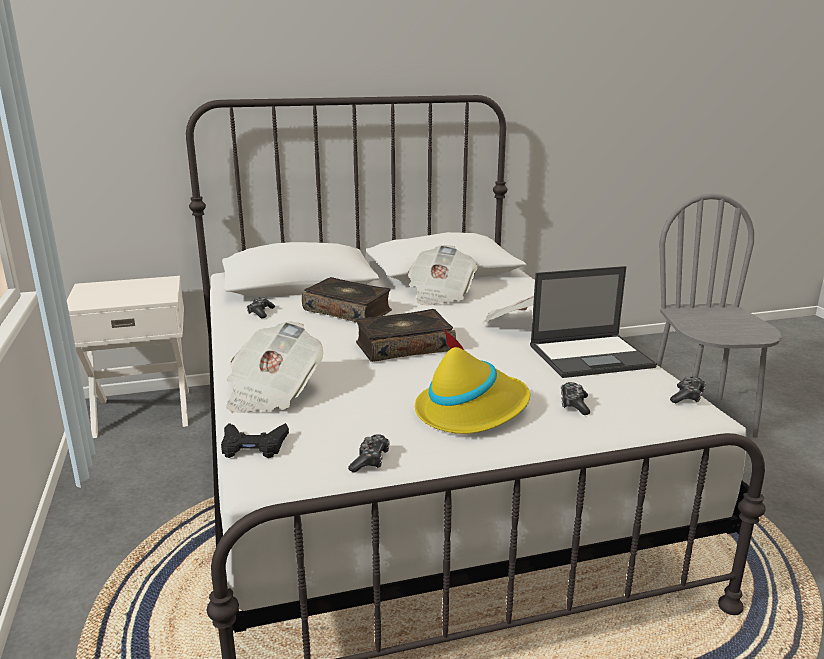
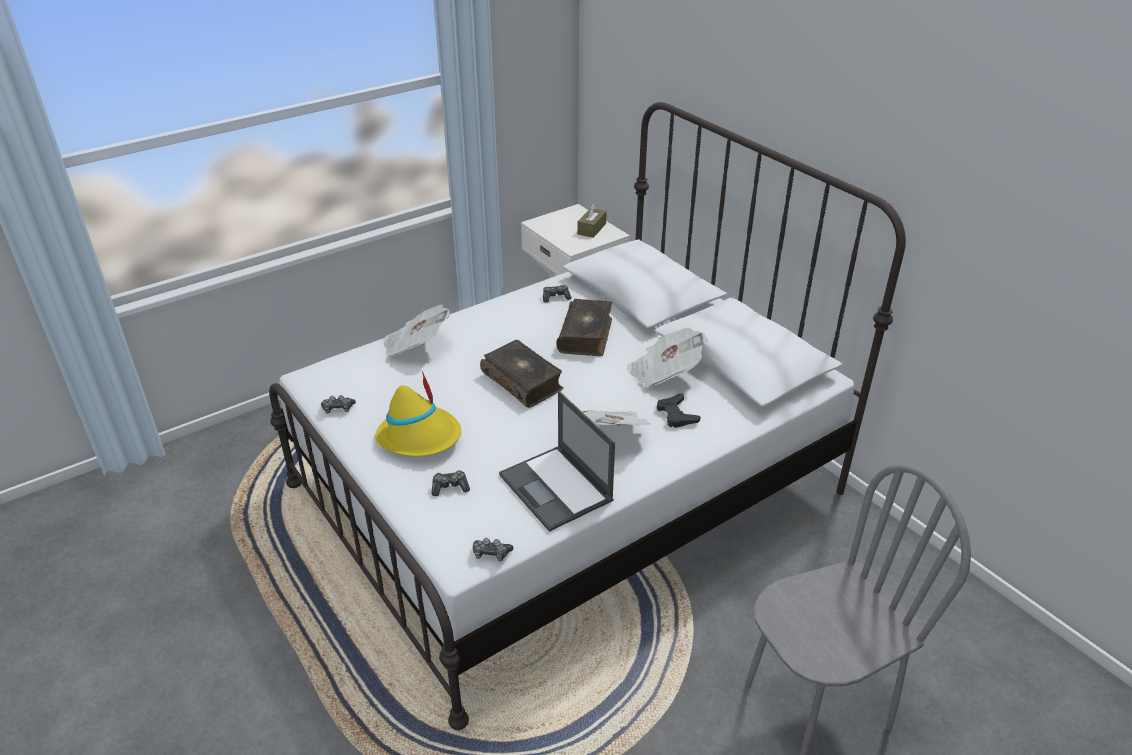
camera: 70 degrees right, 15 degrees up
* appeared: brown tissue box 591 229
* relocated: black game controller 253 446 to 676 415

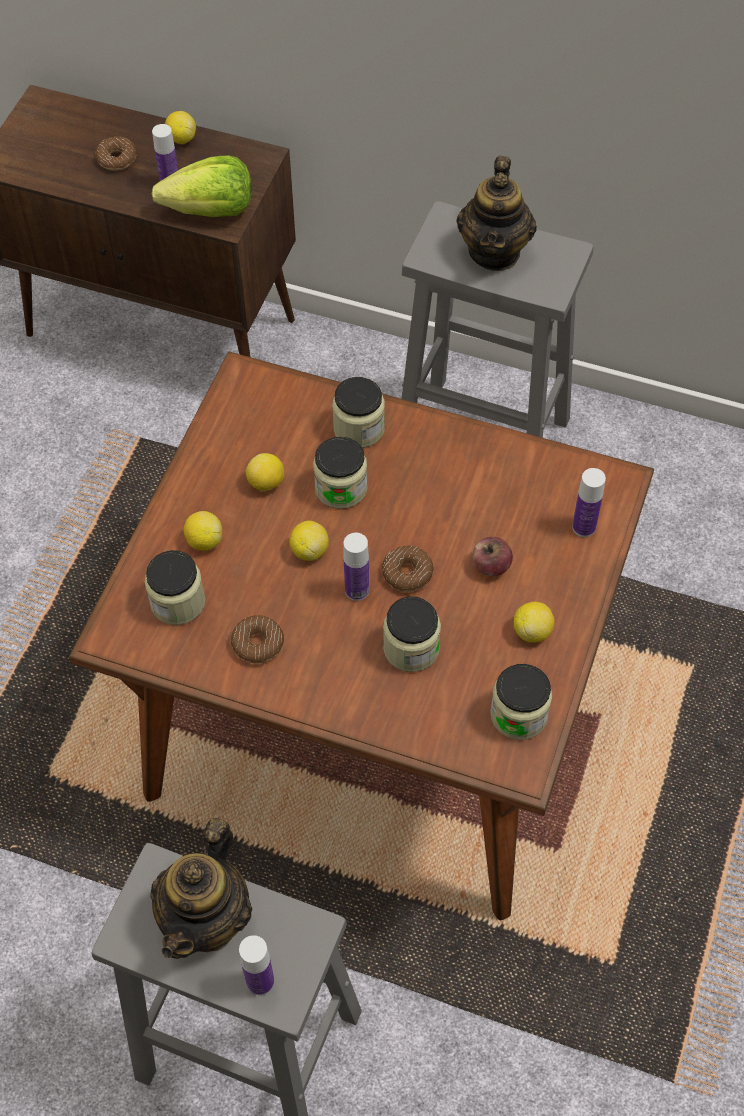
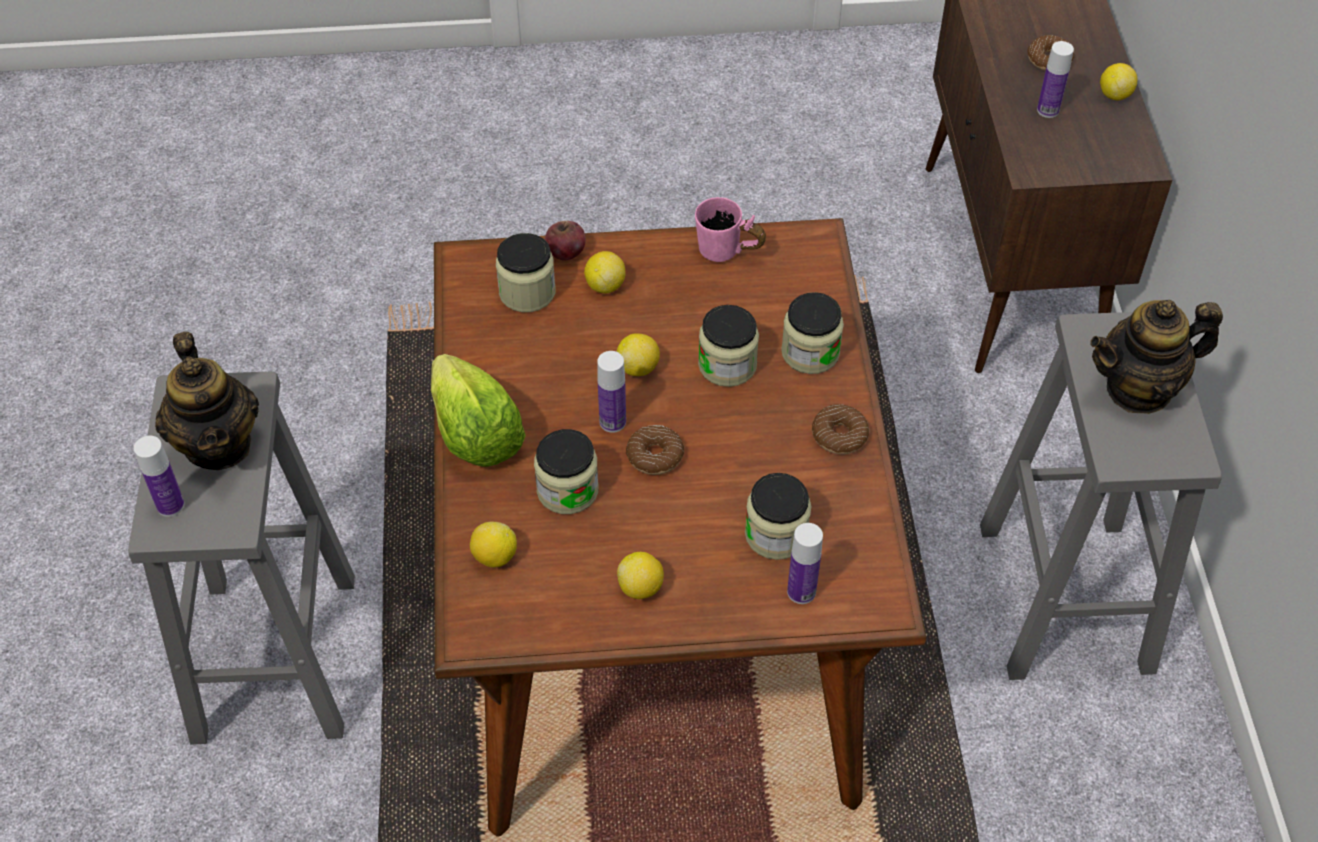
camera: 65 degrees right, 5 degrees down
* spun: teapot 207 918 = 218 444 105 degrees counterclockwise
* relocated: lettuce 211 211 to 475 434
* relocated: lemon 266 483 to 494 556
* relocated: apple 491 566 to 566 252
* appeared: pink mug 725 256
* relocated: jar 519 714 to 776 534
* relocated: donut 257 644 to 839 435

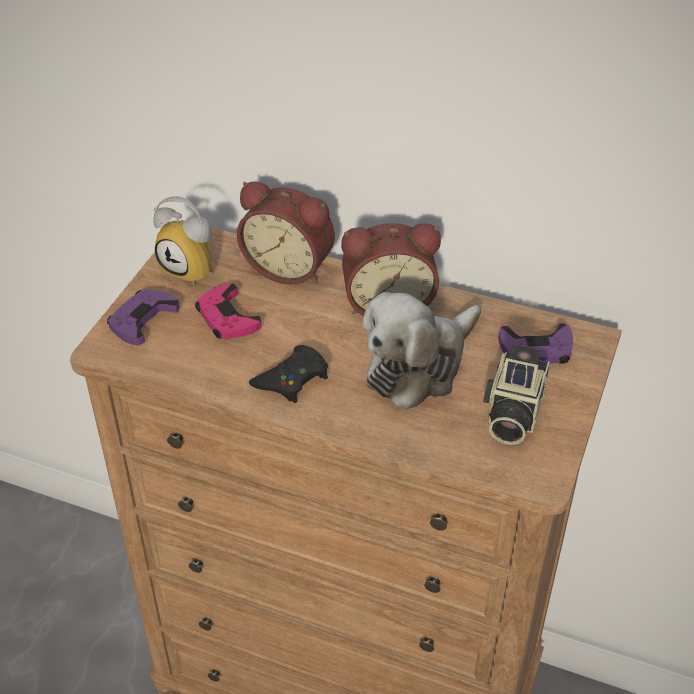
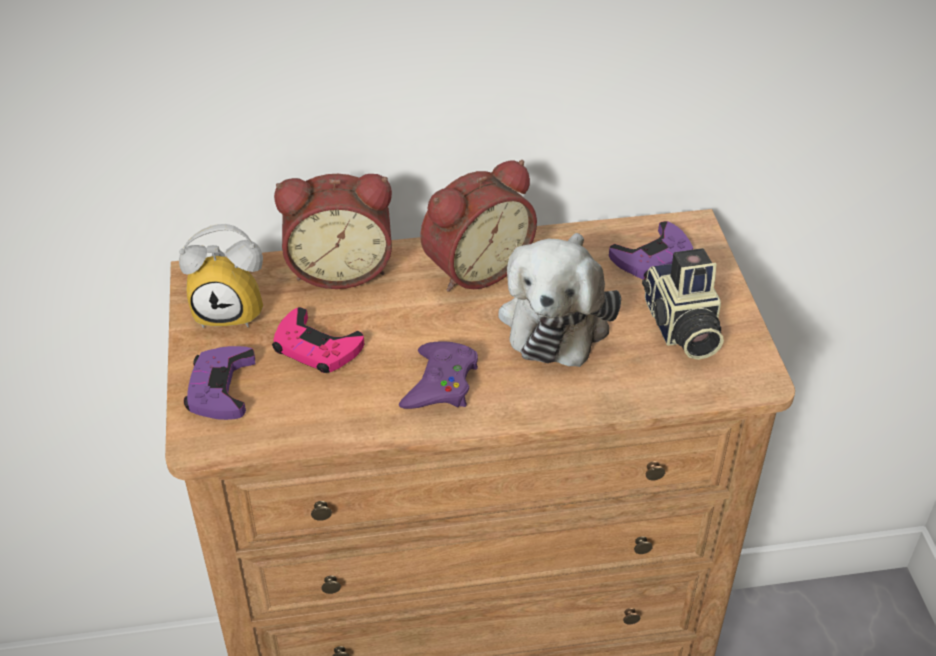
camera: 30 degrees left, 0 degrees up
* colour: black game controller 292 379 to purple game controller 440 383

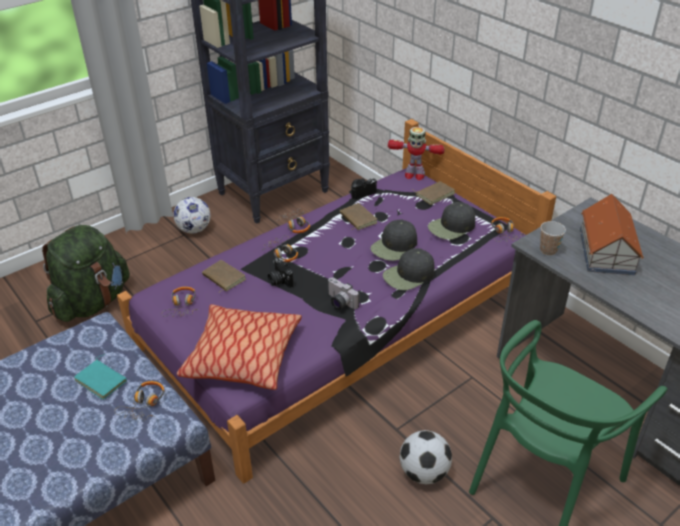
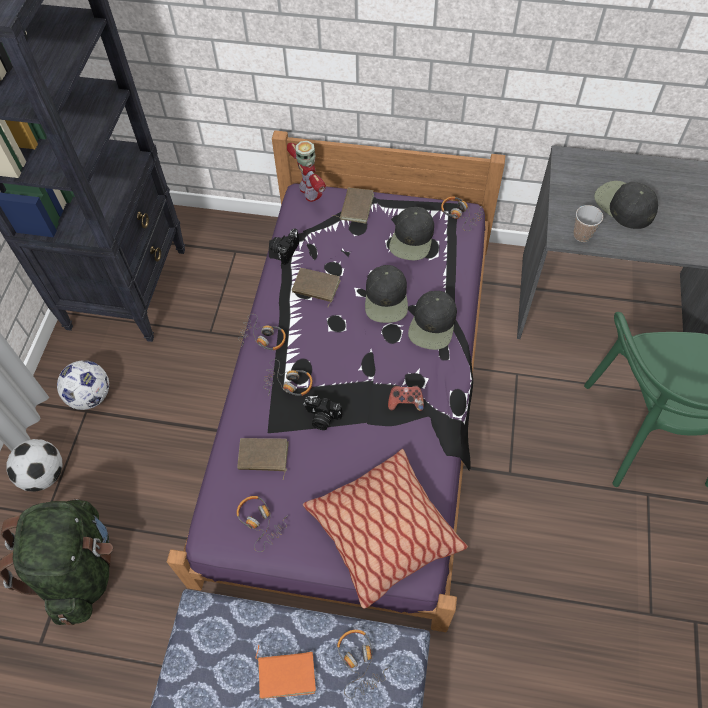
camera: 40 degrees left, 20 degrees up
* relocated: football 424 472 to 44 475
* colour: turquoise book 102 380 to orange book 287 673
* spun: toy robot 414 175 = 310 193 90 degrees counterclockwise
* exchanged: photo camera 339 303 to game controller 405 402
* exchanged: toy house 606 252 to black cap 623 205

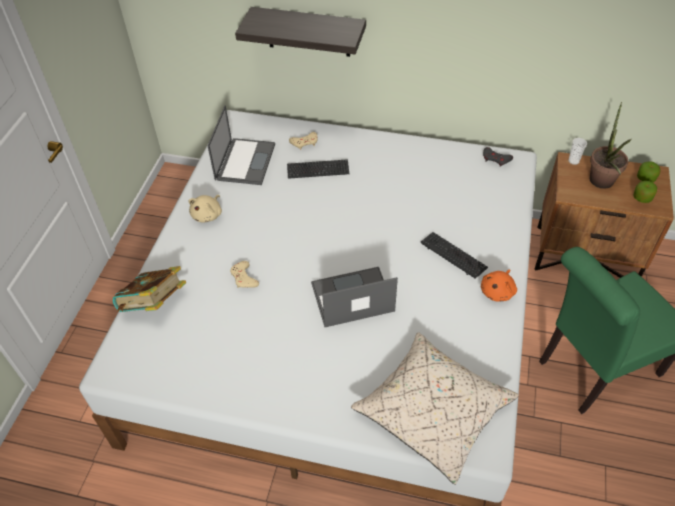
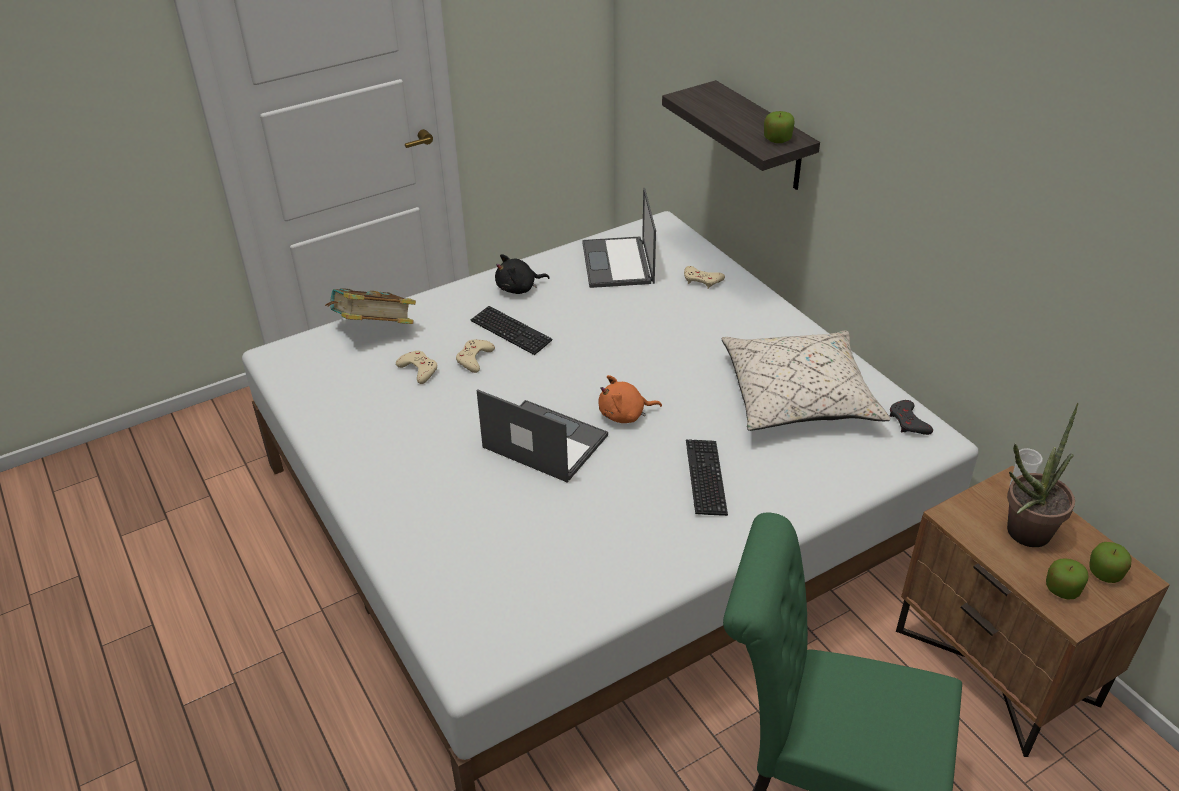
camera: 45 degrees right, 10 degrees down
* appeared: beige game controller 418 370
* relocated: keyboard 318 170 to 511 332
* colour: beige plush toy 208 215 to black plush toy 519 288
* spun: laptop 245 161 = 618 263 120 degrees clockwise
* relocated: orange plush toy 498 291 to 625 415
* relocated: beige pillow 433 411 to 798 396
* appeared: apple 777 139

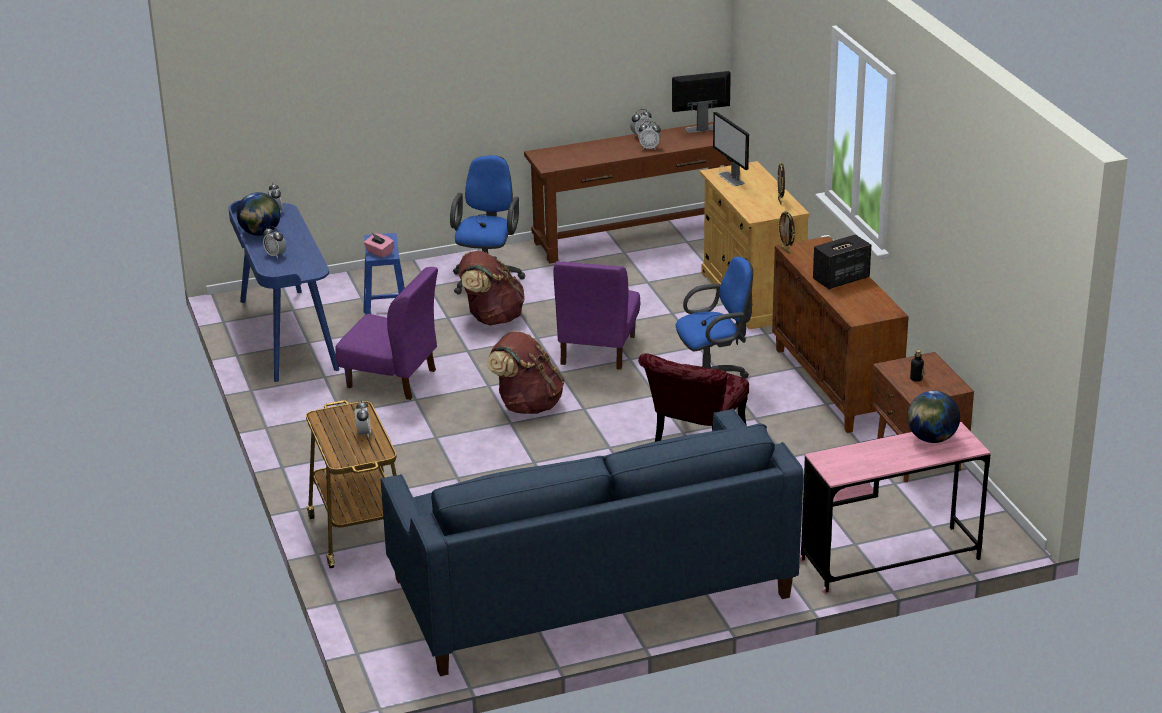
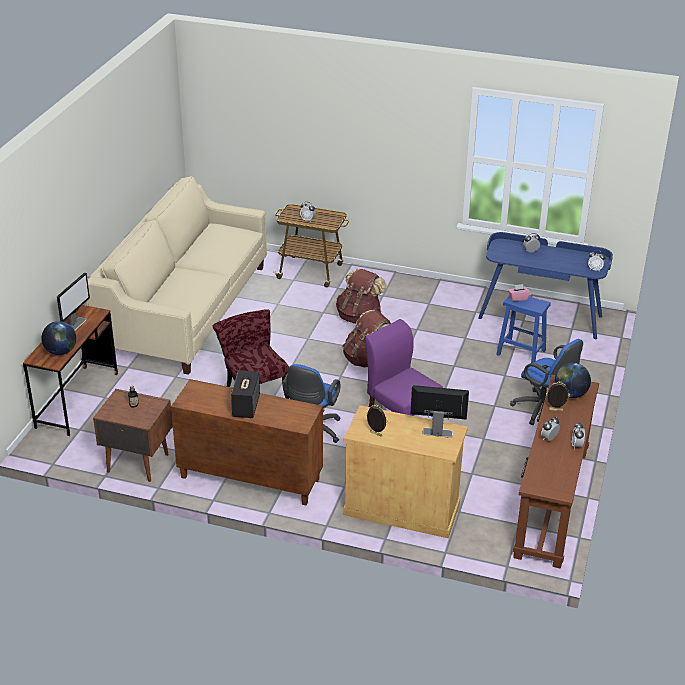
camera: 125 degrees right, 5 degrees up
* colour: pink desk 890 560 to brown desk 77 400
* relocated: monitor 701 129 to 76 324
* colour: blue sofa 590 587 to beige sofa 185 310
* relocated: brown backpack 491 318 to 359 317
* relocated: picture frame 786 250 to 555 410
* relocated: globe 260 233 to 570 394
* missing: purple chair 392 379

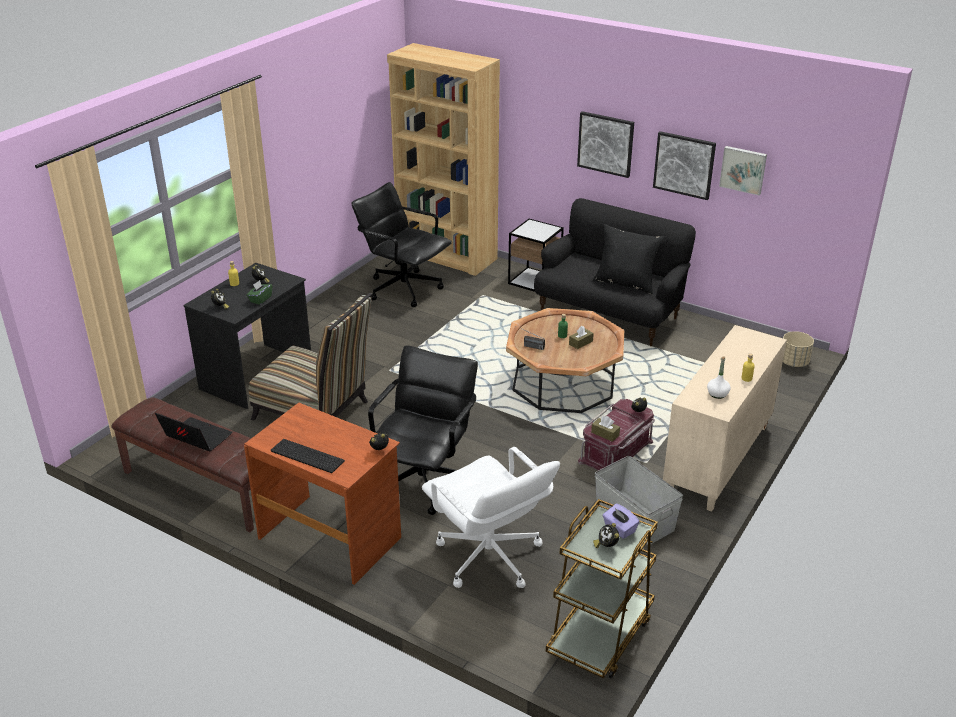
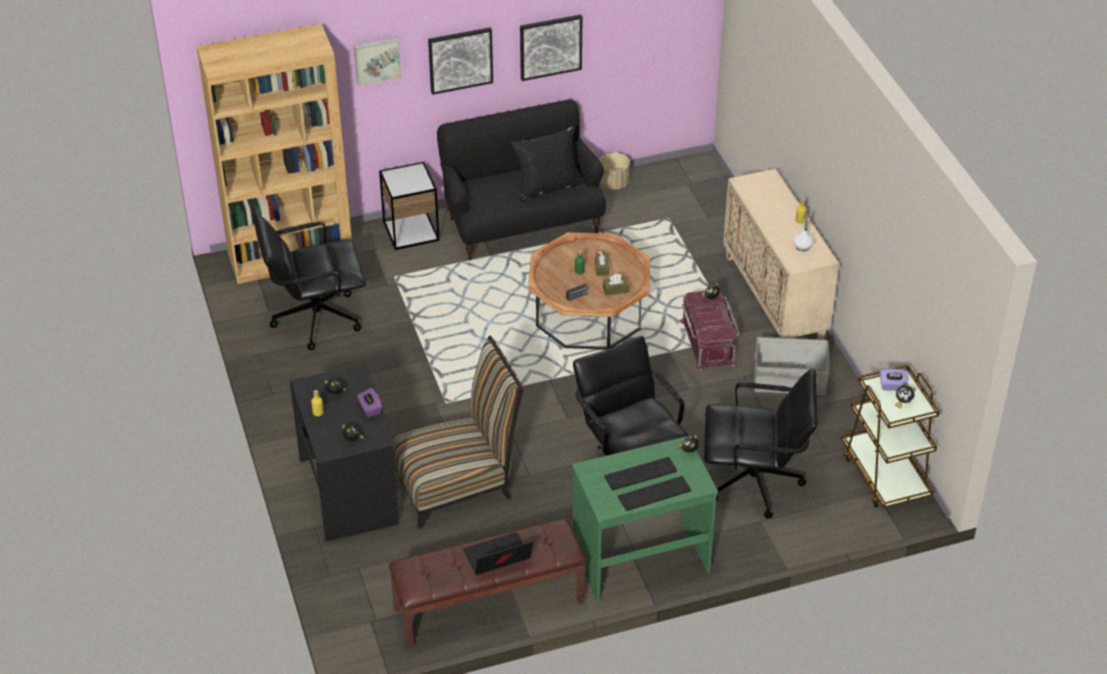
camera: 50 degrees left, 10 degrees up
* relocated: picture 743 169 to 377 60
* colour: green tissue box 260 299 to purple tissue box 370 409
* colour: brown desk 331 537 to green desk 640 557
* relocated: beige planter 794 362 to 614 183
* relocated: brown tissue box 605 434 to 615 290
* appeared: keyboard 640 475
* colour: white office chair 489 558 to black office chair 754 483

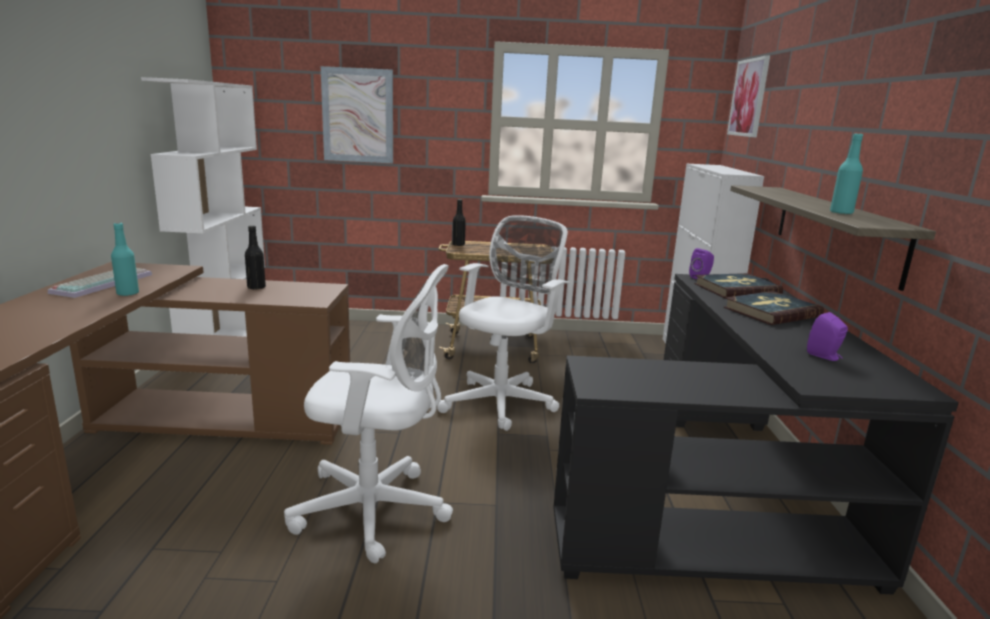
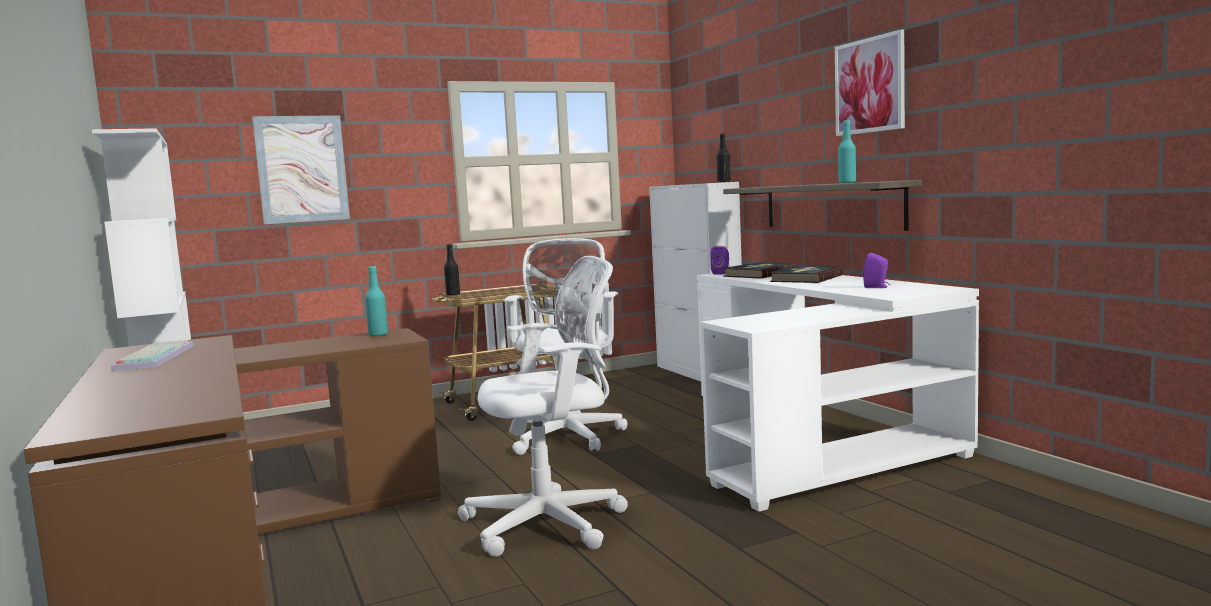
camera: 25 degrees left, 10 degrees down
* relocated: turquoise bottle 128 293 to 378 335
* colour: black desk 726 491 to white desk 816 439
* relocated: black bottle 256 287 to 724 182
* relocated: picture 748 98 to 869 85

